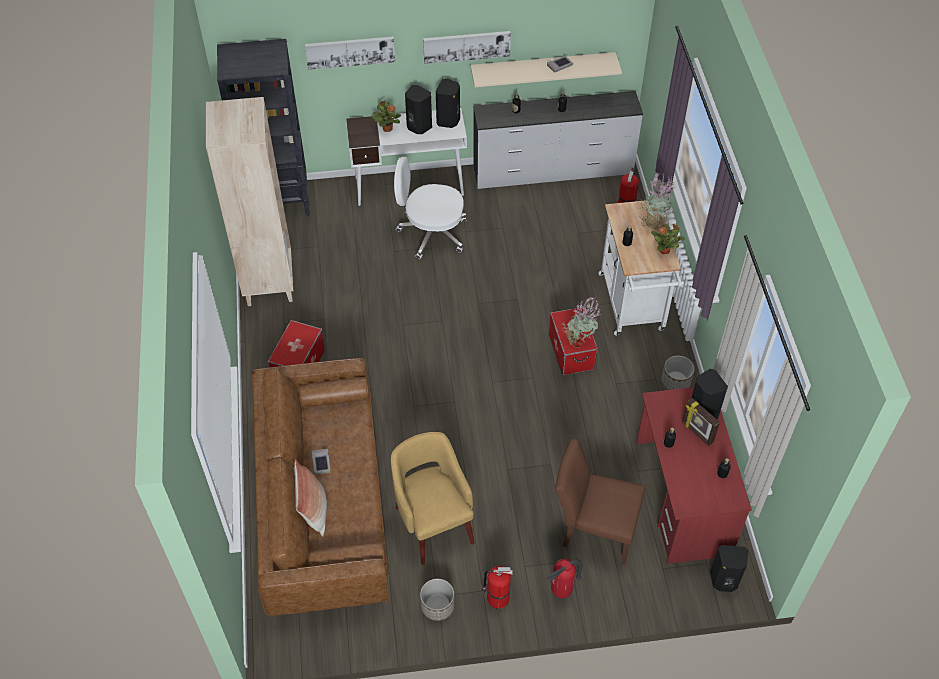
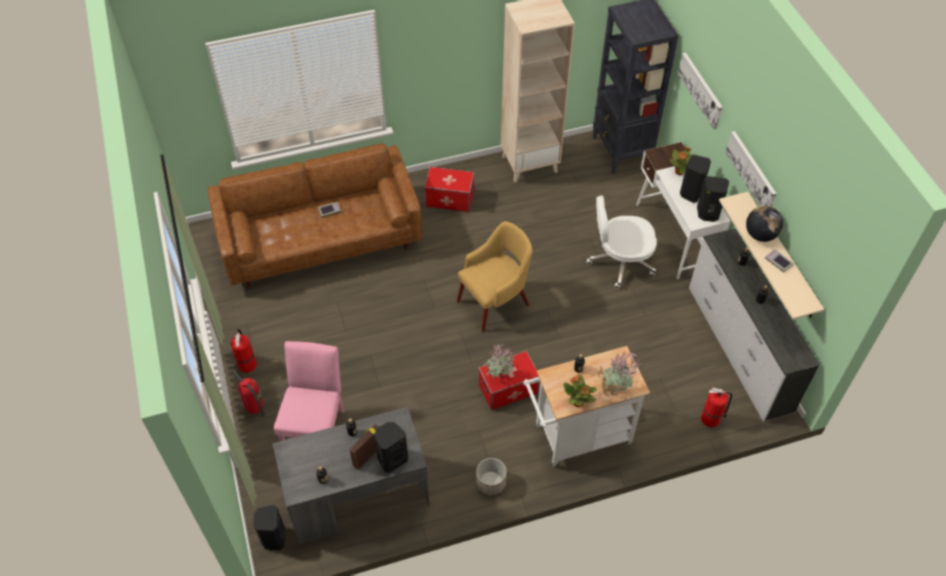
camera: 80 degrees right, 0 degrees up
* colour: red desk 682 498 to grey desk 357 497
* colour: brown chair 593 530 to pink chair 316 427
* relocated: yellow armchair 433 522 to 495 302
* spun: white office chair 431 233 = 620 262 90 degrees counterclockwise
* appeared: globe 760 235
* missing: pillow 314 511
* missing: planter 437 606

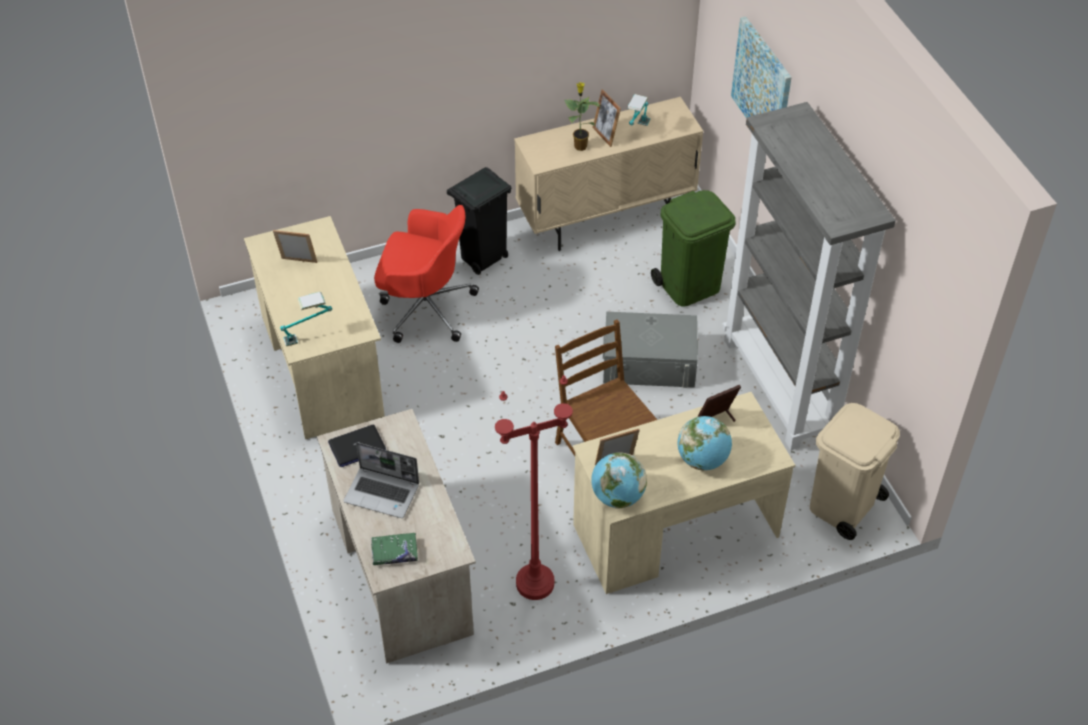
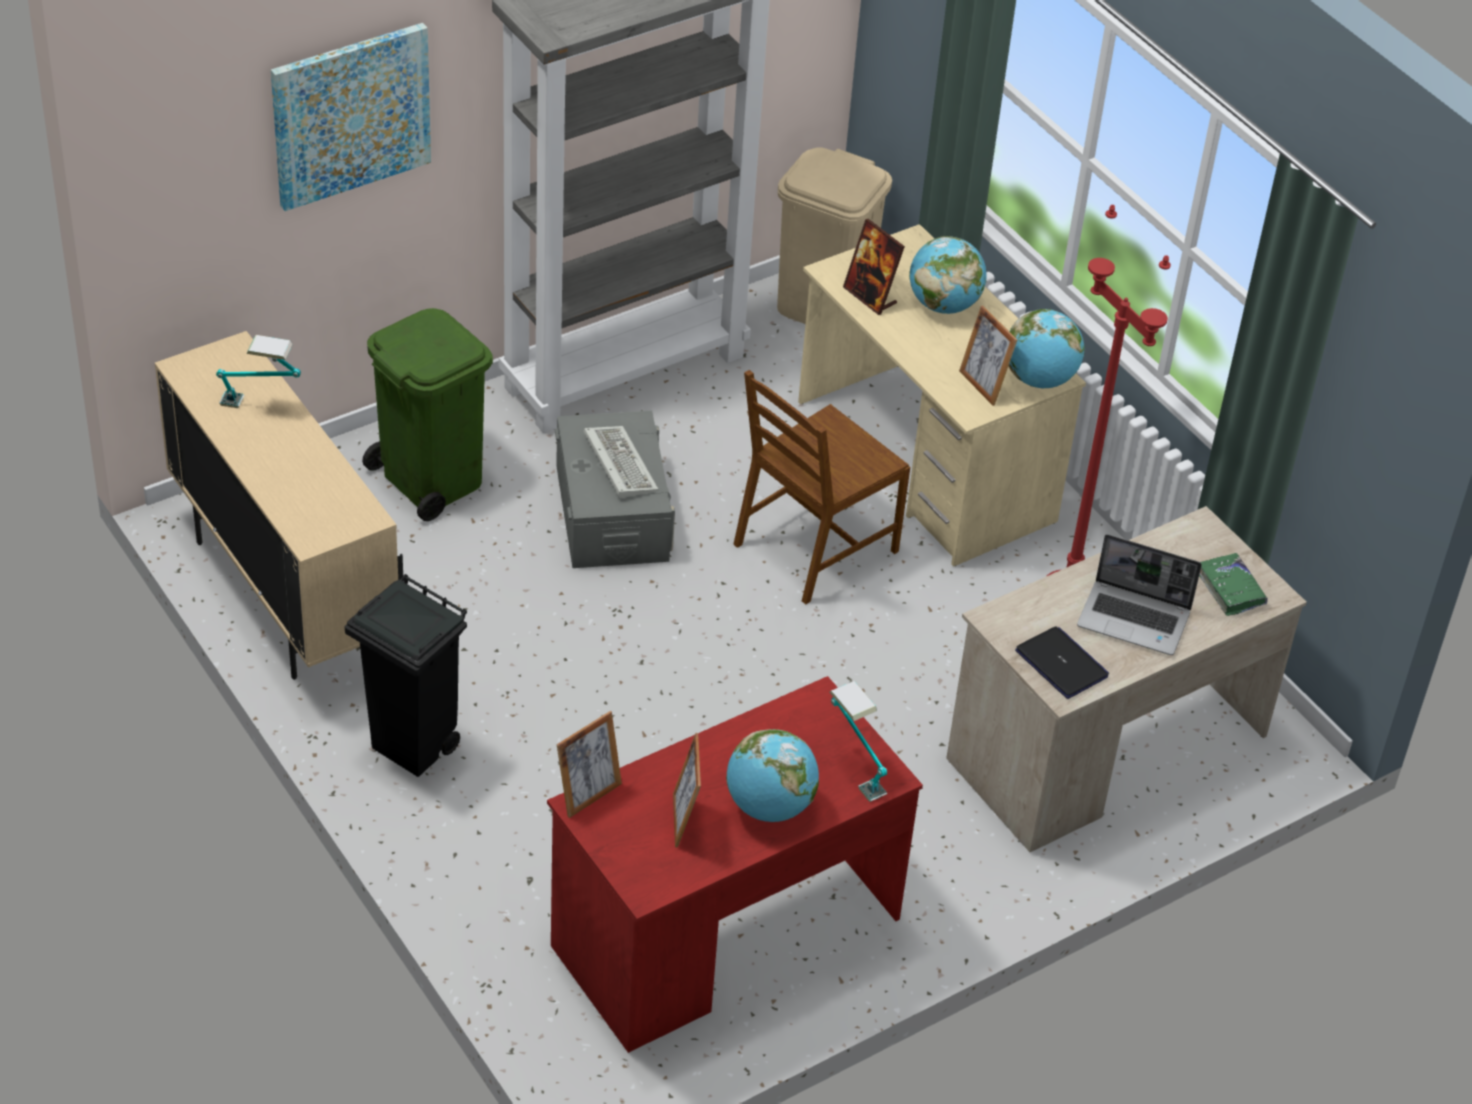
camera: 105 degrees left, 5 degrees down
* colour: beige desk 322 365 to red desk 725 933
* relocated: picture frame 605 135 to 588 795
* appeared: keyboard 618 463
* appeared: globe 769 806
* spun: laptop 383 493 = 1135 619 105 degrees clockwise
* missing: red office chair 425 307
* missing: potted plant 580 146

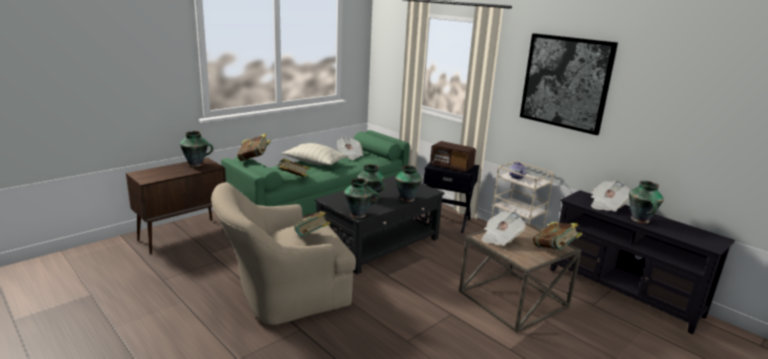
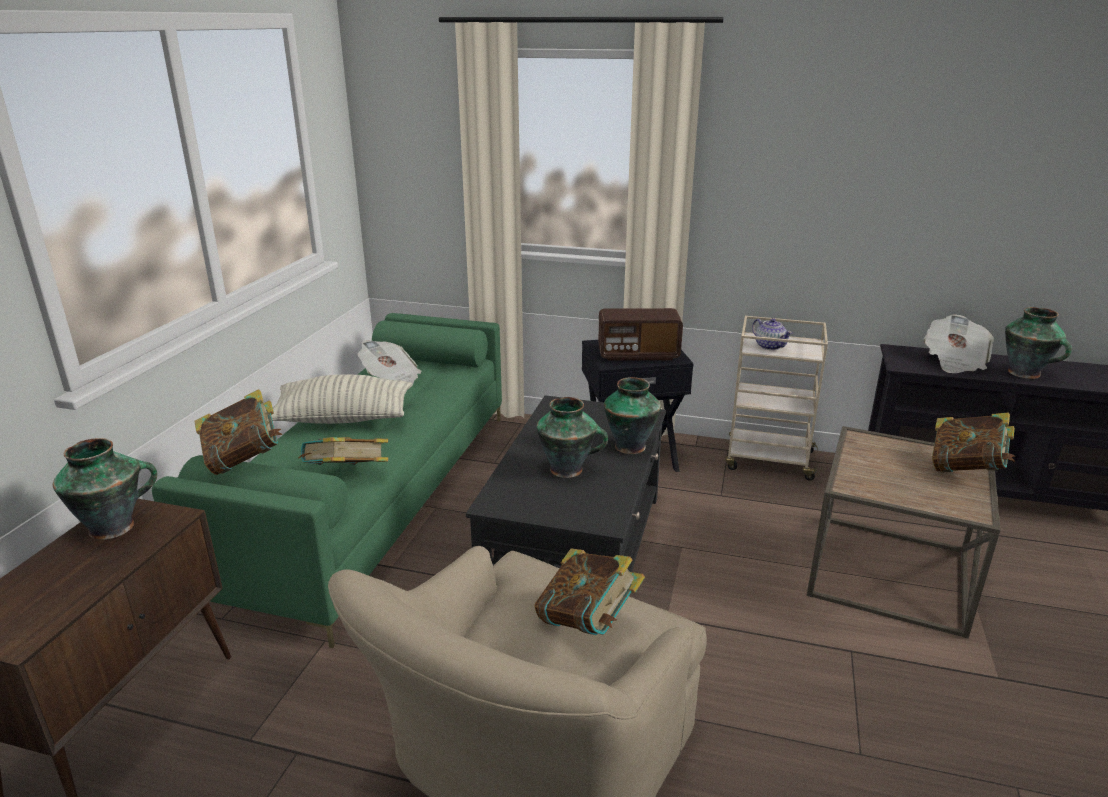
camera: 30 degrees left, 5 degrees up
* missing: vase 359 214
* missing: newspaper 500 238
* missing: picture 565 82

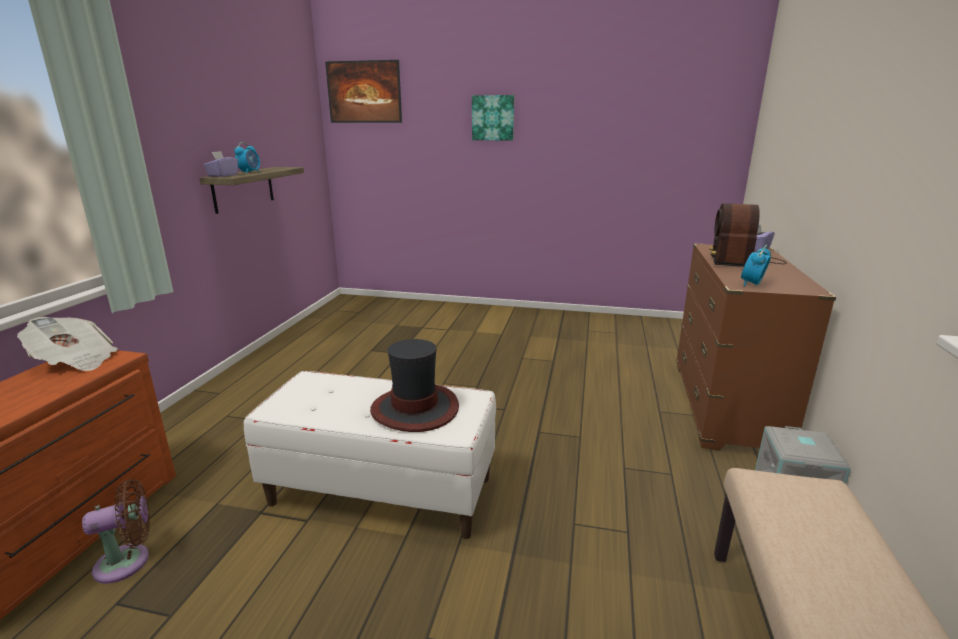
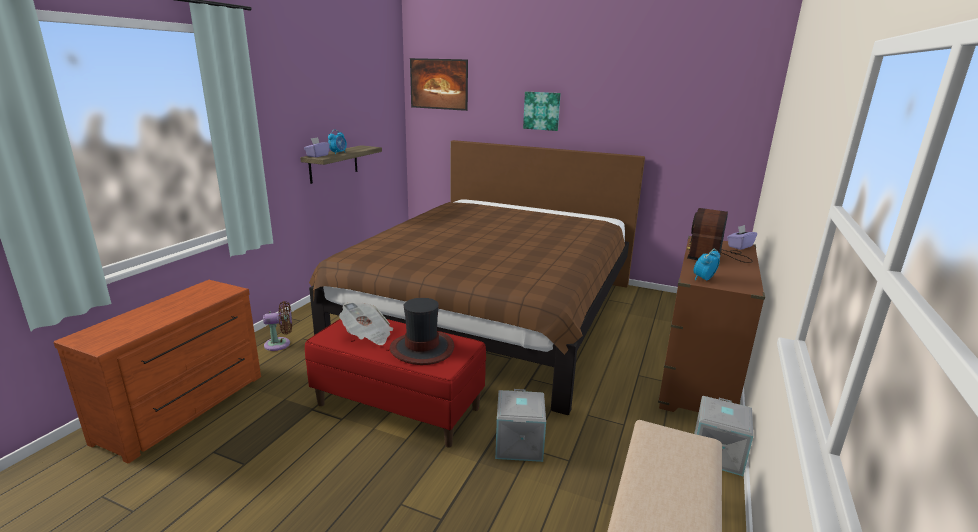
camera: 10 degrees right, 0 degrees up
* relocated: brown fan 128 561 to 280 344
* colour: white bench 382 490 to red bench 399 406
* appeared: brown bed 492 312
* relocated: newspaper 75 361 to 367 335
* appeared: grey storage box 520 444

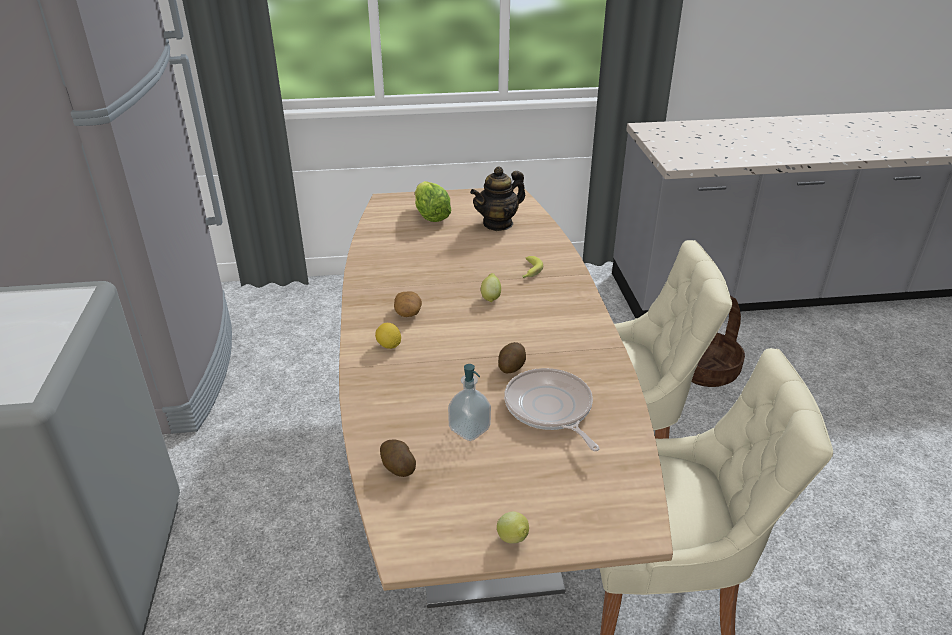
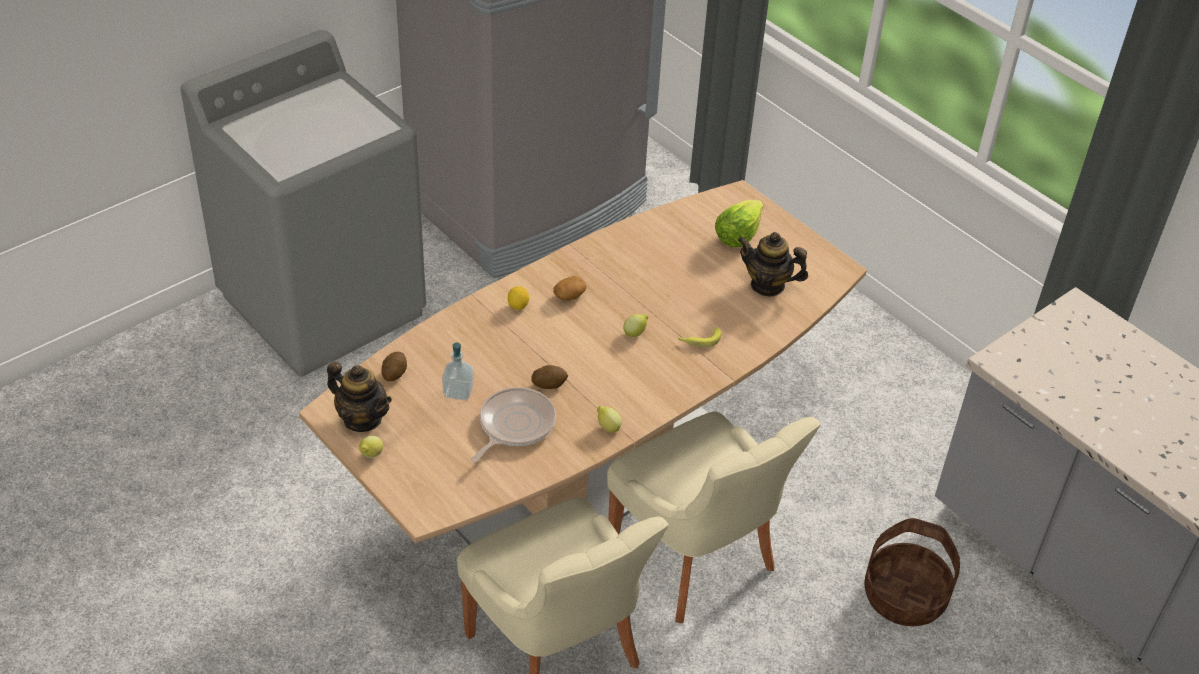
camera: 55 degrees right, 10 degrees up
* appeared: teapot 362 419
* appeared: lemon 608 427

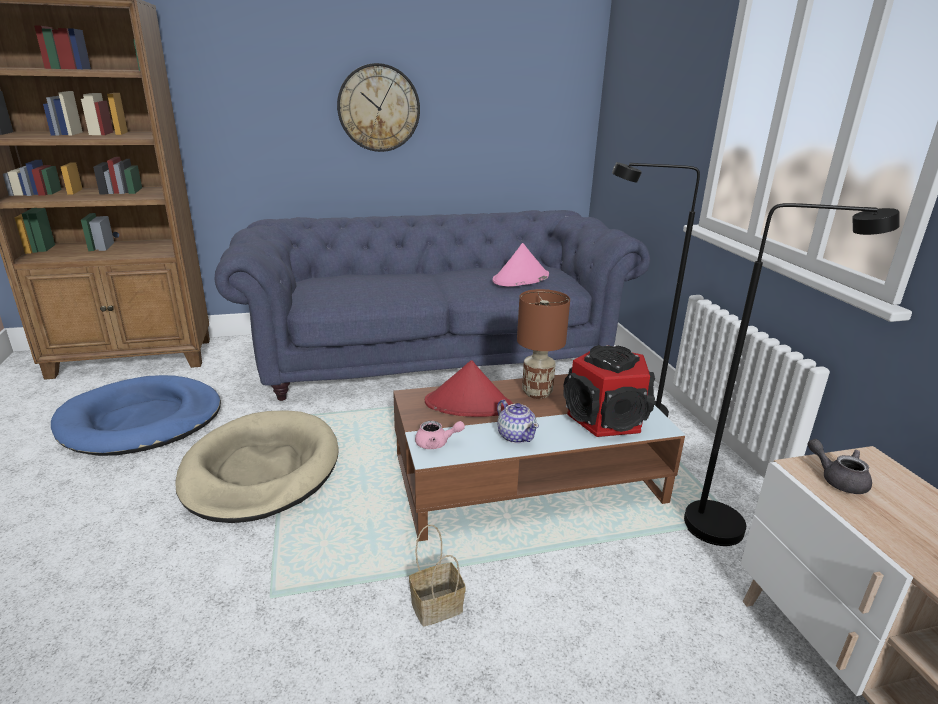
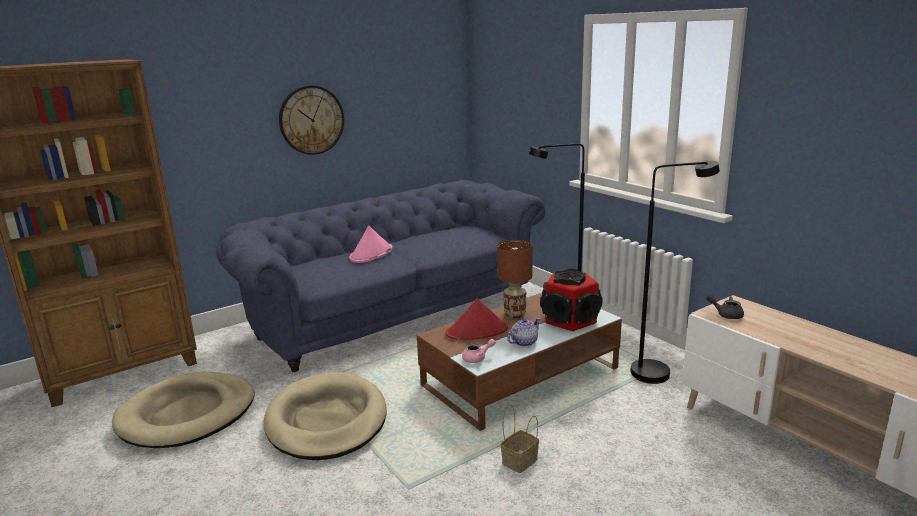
camera: 20 degrees left, 5 degrees down
* colour: blue dog bed 141 421 to beige dog bed 187 414
* relocated: pink hat 520 279 to 371 254
* spun: teapot 516 436 = 523 342 75 degrees counterclockwise

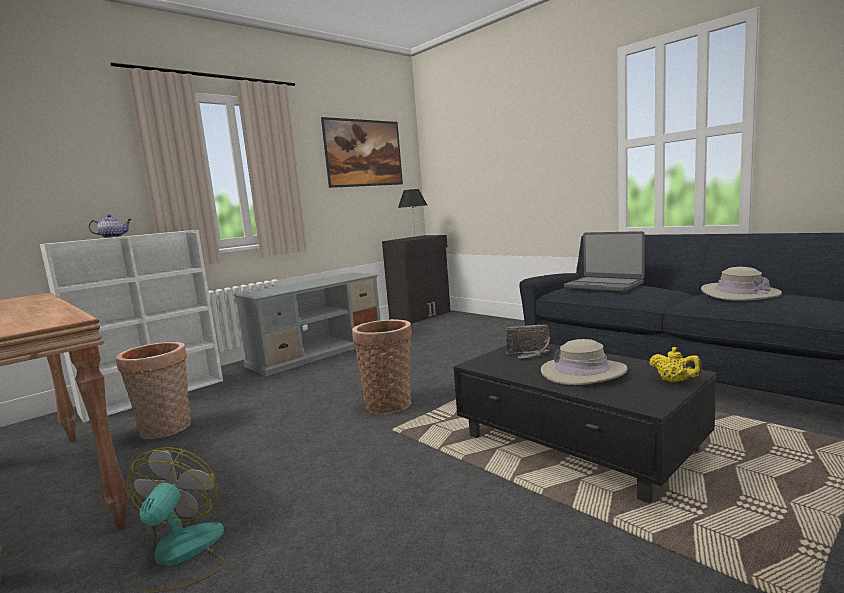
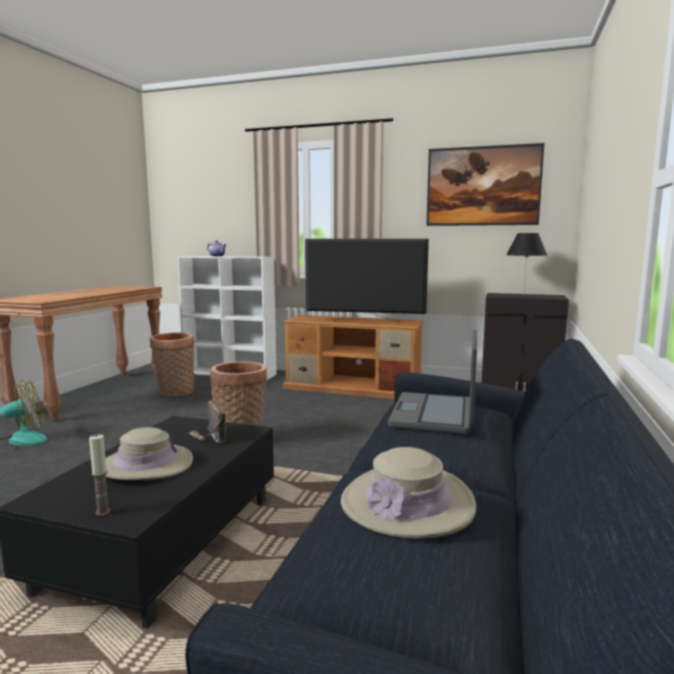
camera: 60 degrees right, 0 degrees up
* exchanged: yellow teapot 675 381 to candle 103 512
* colour: grey tv stand 319 351 to brown tv stand 354 388
* appeared: television 364 321

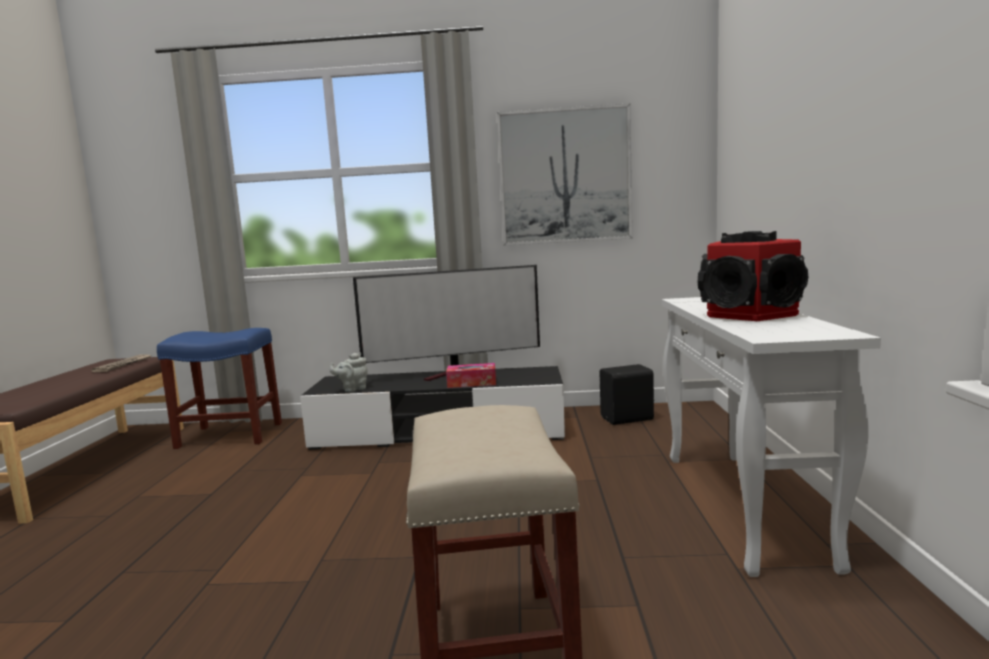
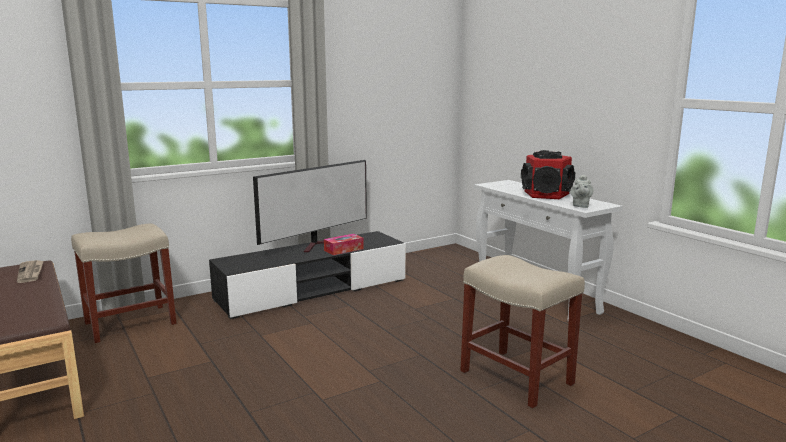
camera: 35 degrees left, 5 degrees up
* colour: blue stool 228 435 to beige stool 129 324
* relocated: grey teapot 352 389 to 580 206
* missing: picture 565 176
* missing: black speaker 628 419

